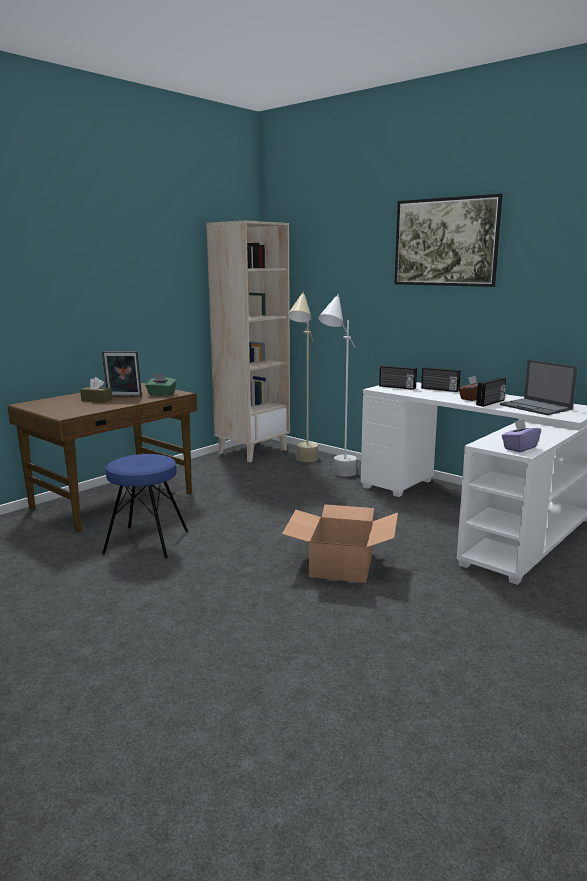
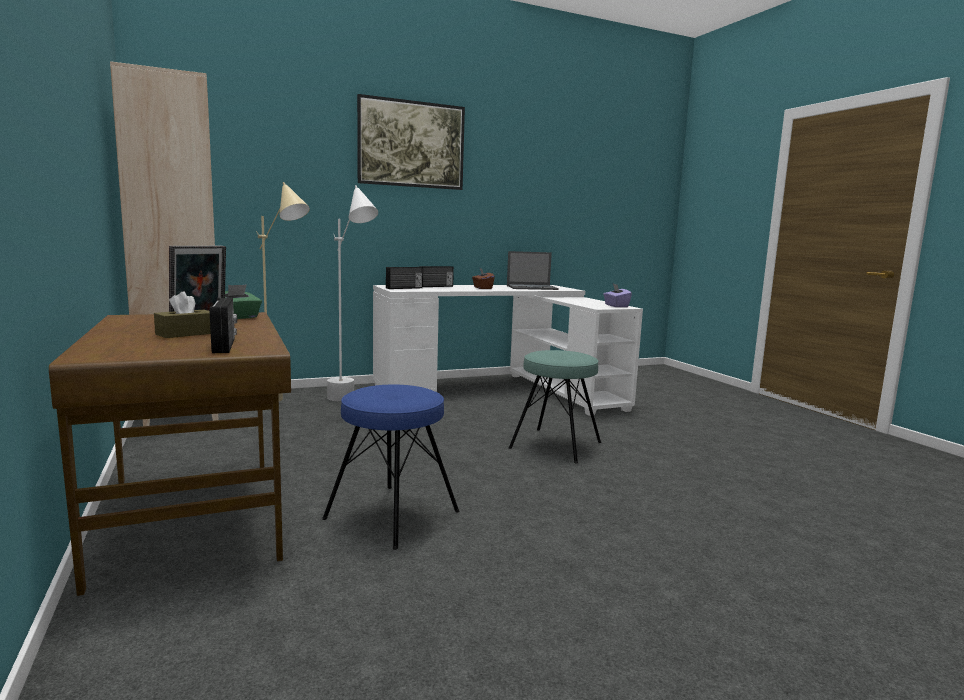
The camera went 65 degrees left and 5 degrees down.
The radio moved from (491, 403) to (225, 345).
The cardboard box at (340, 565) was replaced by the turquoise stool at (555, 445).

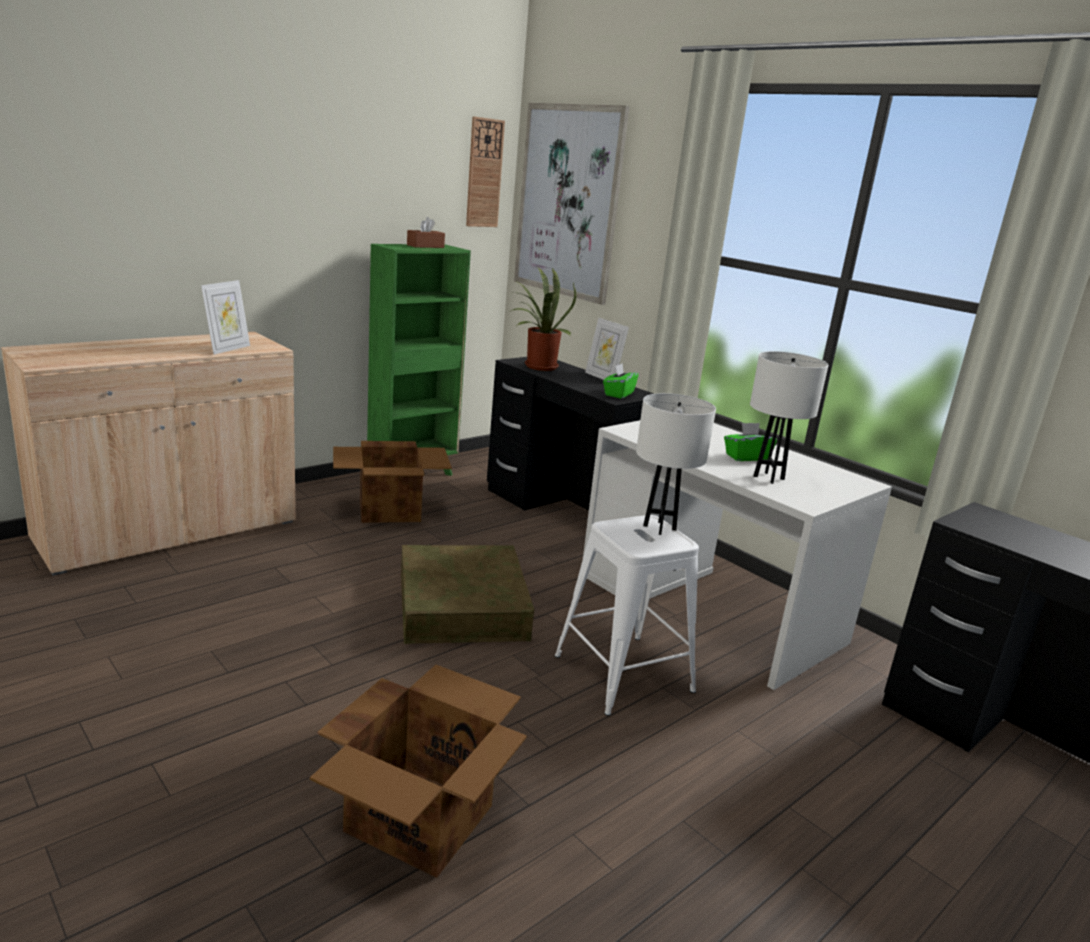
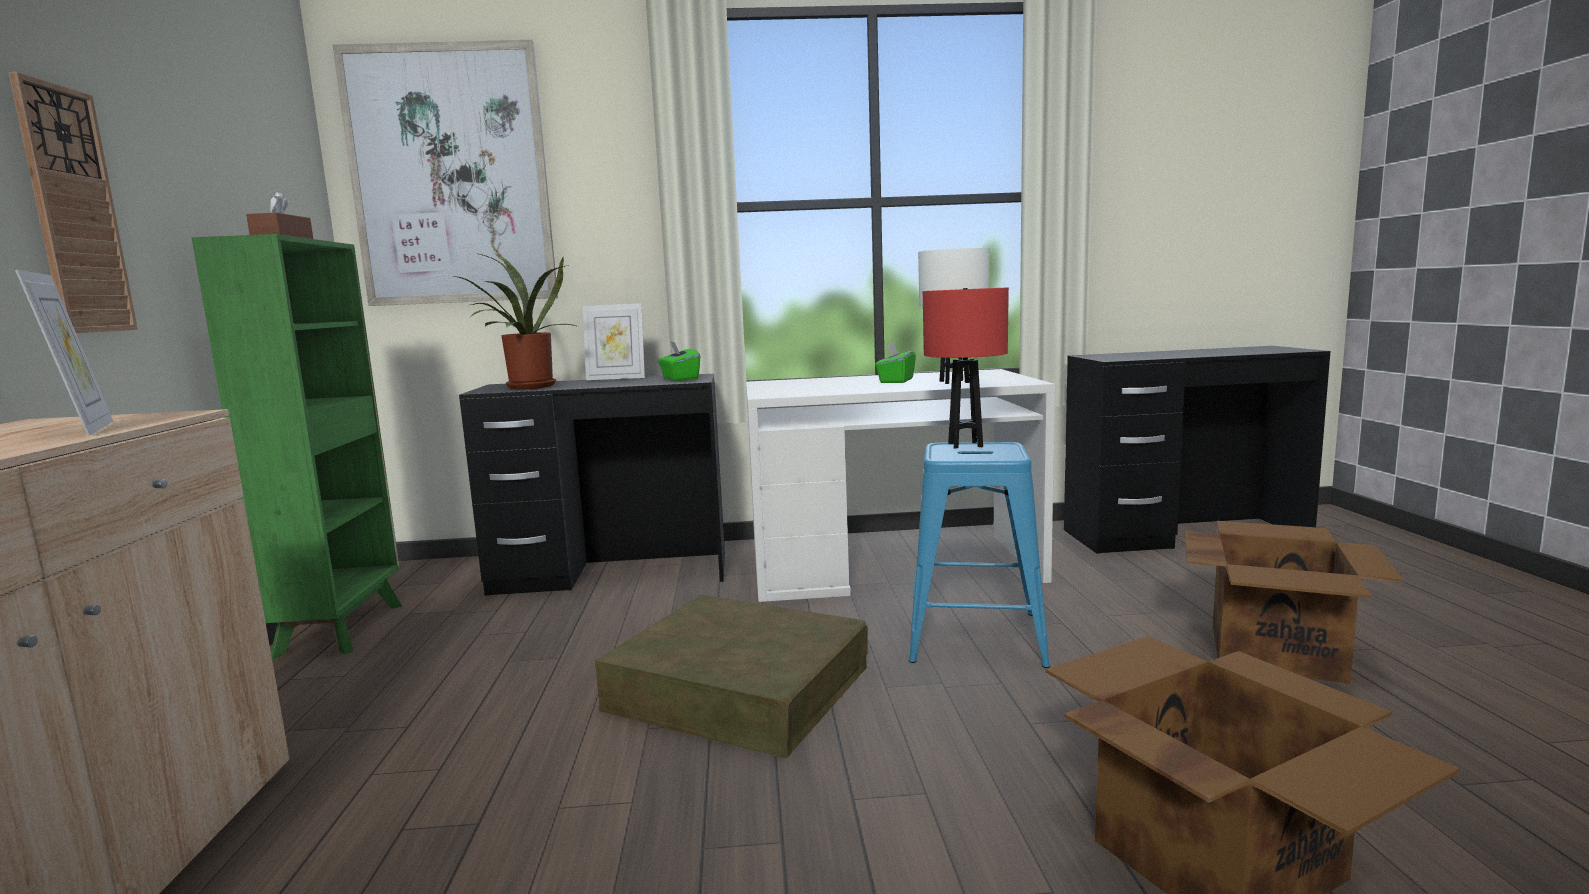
The camera went 50 degrees left and 10 degrees down.
The wall clock moved from (484, 173) to (74, 211).
The white stool at (624, 674) became the blue stool at (976, 636).
The white table lamp at (659, 528) became the red table lamp at (965, 445).
The cardboard box moved from (390, 510) to (1276, 651).

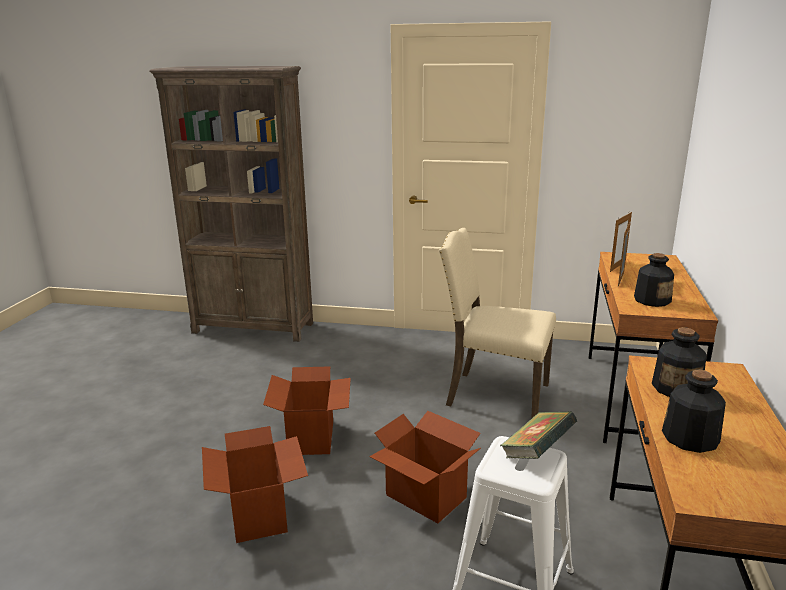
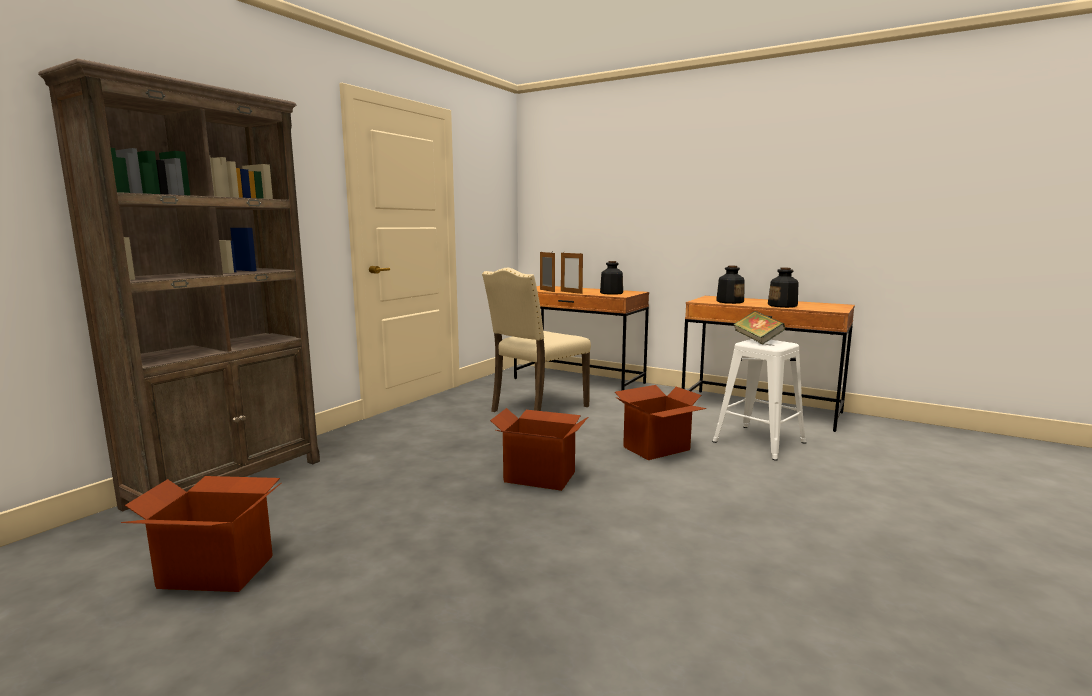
The camera went 70 degrees left and 10 degrees down.
The cardboard box moved from (259, 514) to (217, 571).

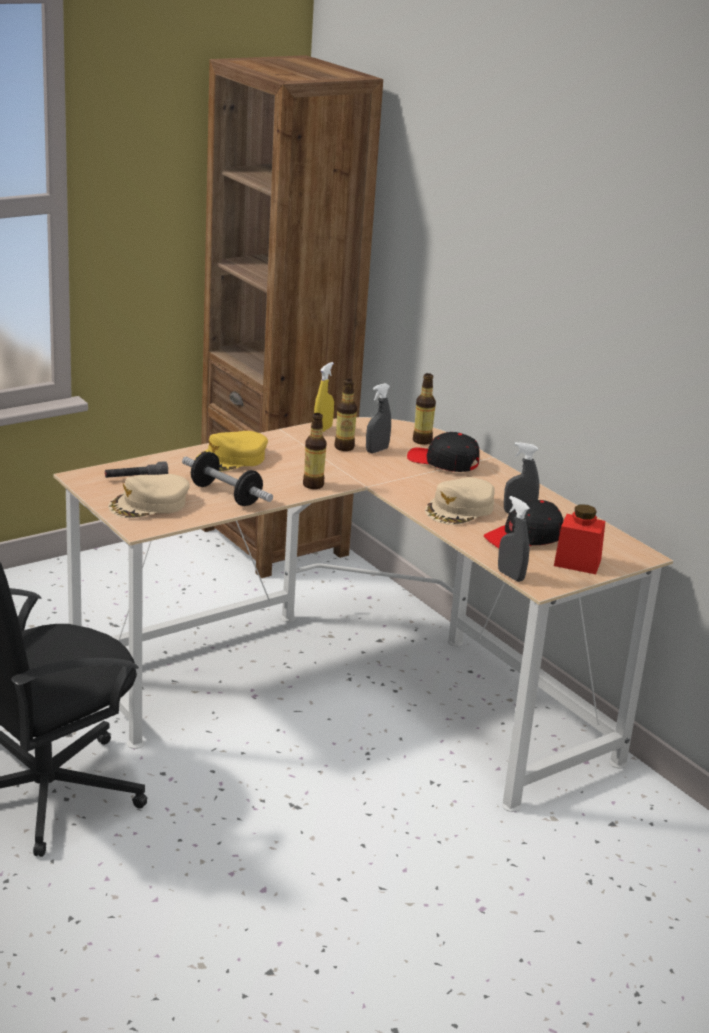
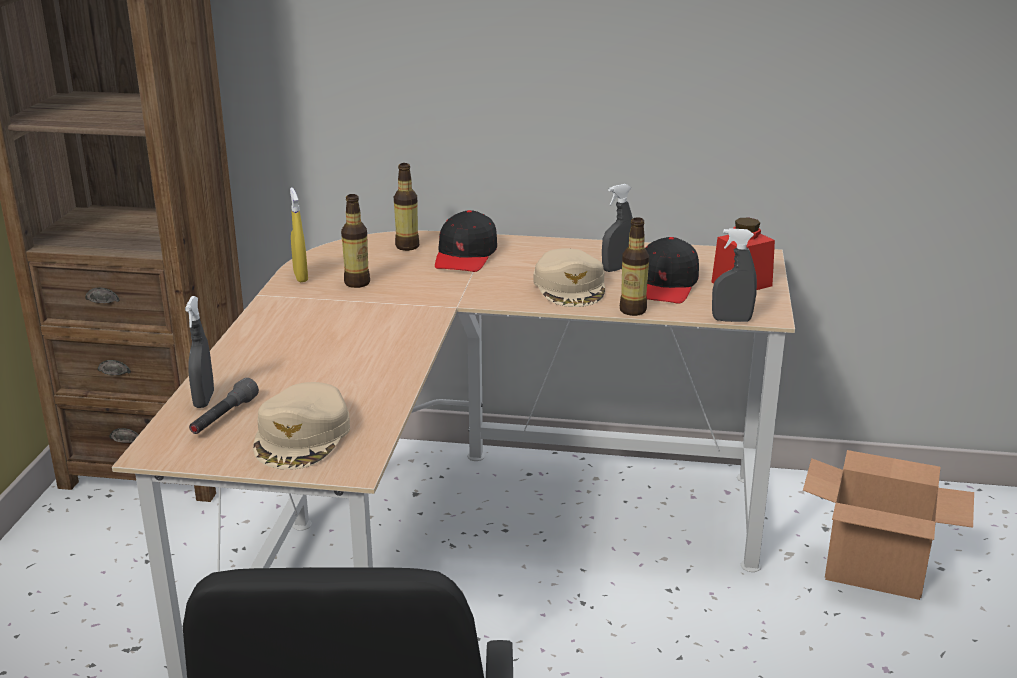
The camera went 45 degrees left and 0 degrees up.
The grey spray bottle moved from (377, 450) to (204, 400).
The black cap at (443, 462) turned 60 degrees counterclockwise.
The bottle moved from (313, 485) to (633, 310).
The cardboard box at (876, 570) appeared.
The dumbbell at (226, 495) disappeared.
The yellow cap at (232, 459) disappeared.

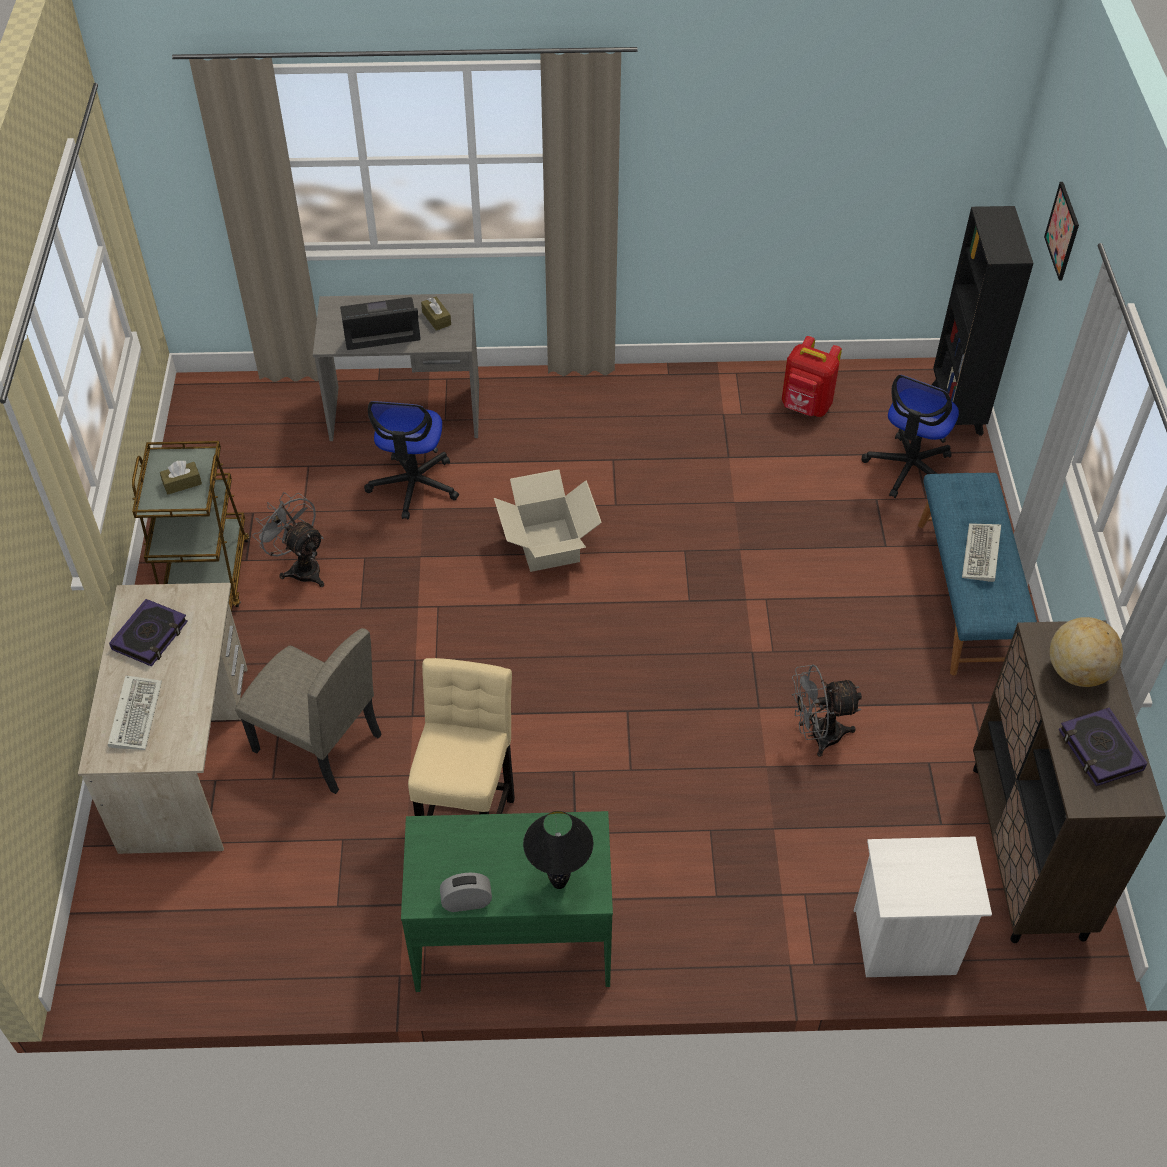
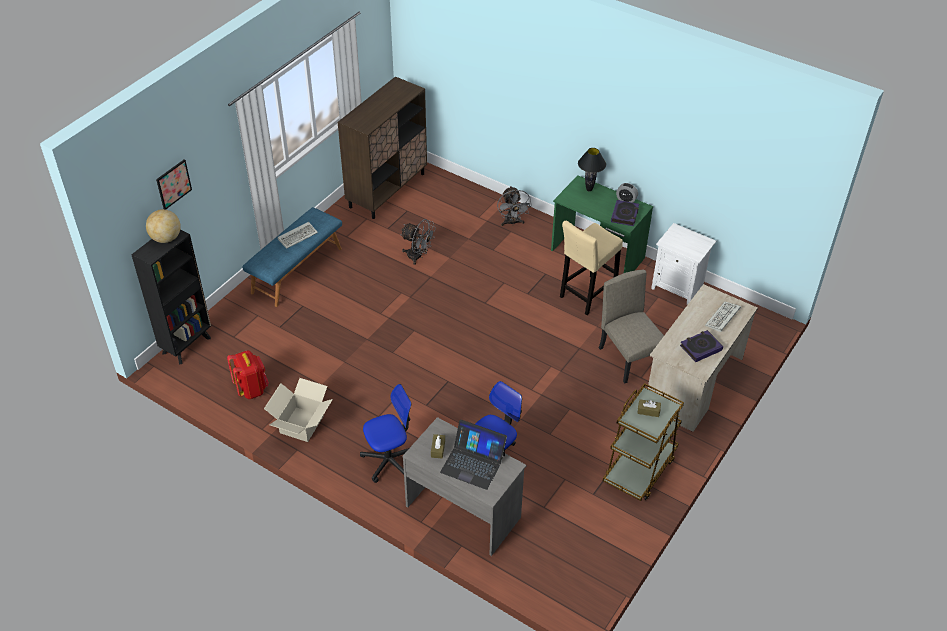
The camera went 145 degrees left and 5 degrees down.
The globe moved from (1077, 672) to (166, 238).
The cardboard box moved from (548, 545) to (301, 424).
The office chair moved from (909, 468) to (390, 461).
The grey fan moved from (300, 567) to (512, 223).
The book moved from (1100, 750) to (625, 215).
The white nightstand moved from (905, 944) to (678, 287).

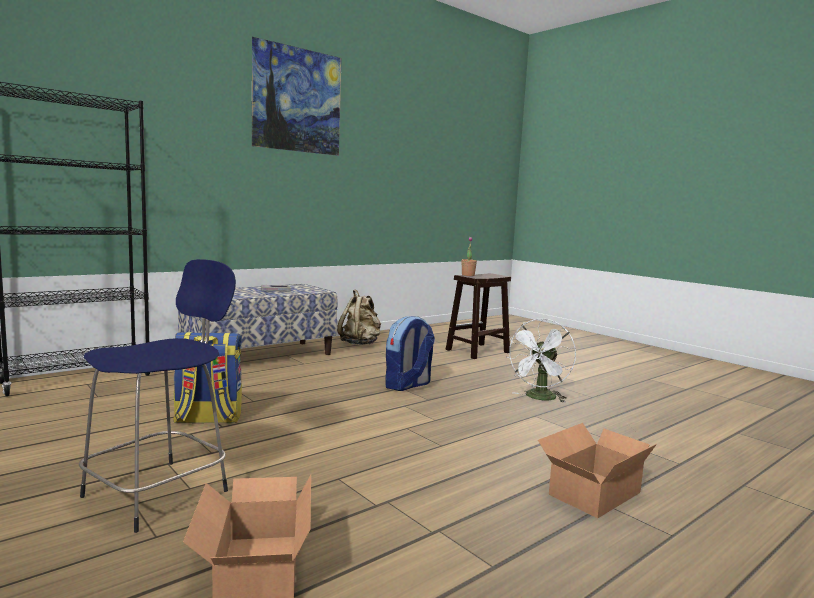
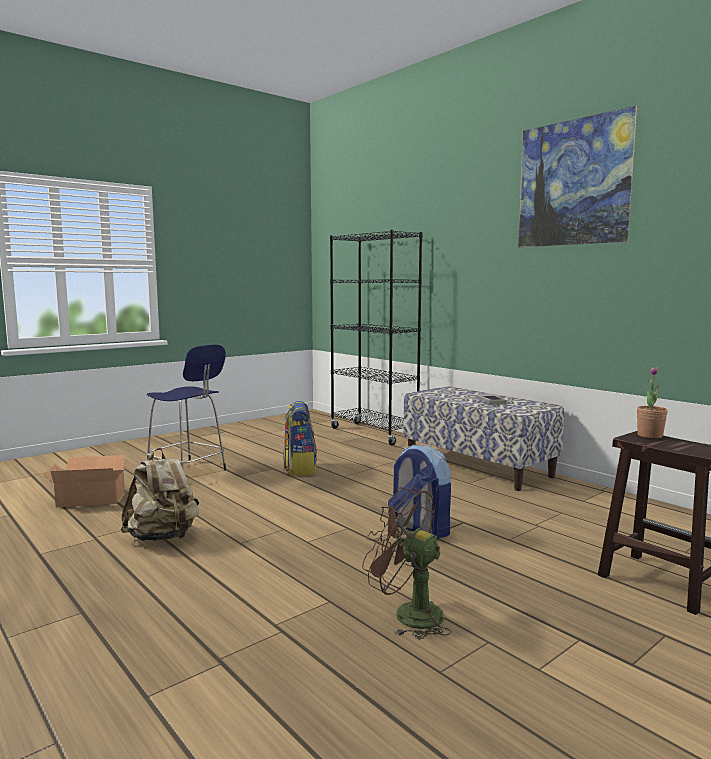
The camera went 90 degrees right and 0 degrees up.
The beige backpack moved from (360, 344) to (163, 537).
The white fan at (539, 398) became the brown fan at (408, 614).
The cardboard box at (590, 493) disappeared.

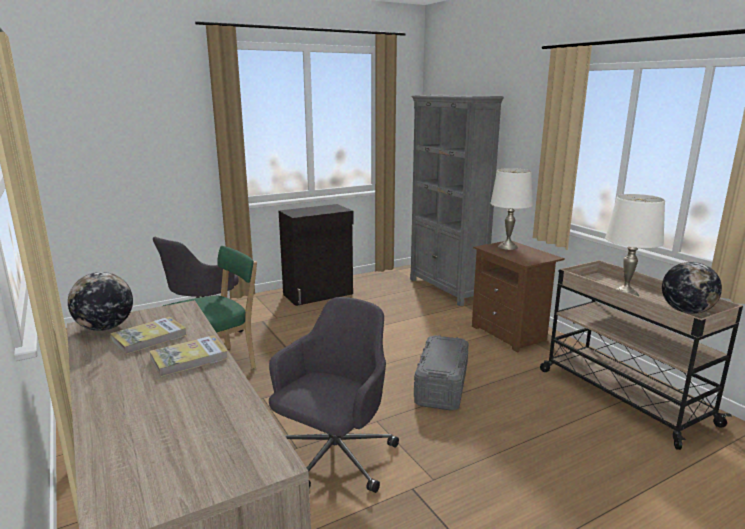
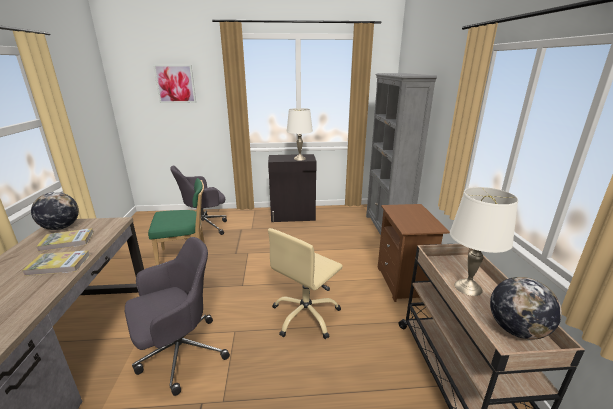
The camera went 25 degrees right and 5 degrees up.
The picture at (175, 84) appeared.
The grey storage box at (441, 386) was replaced by the beige office chair at (306, 315).
The white table lamp moved from (507, 247) to (299, 158).

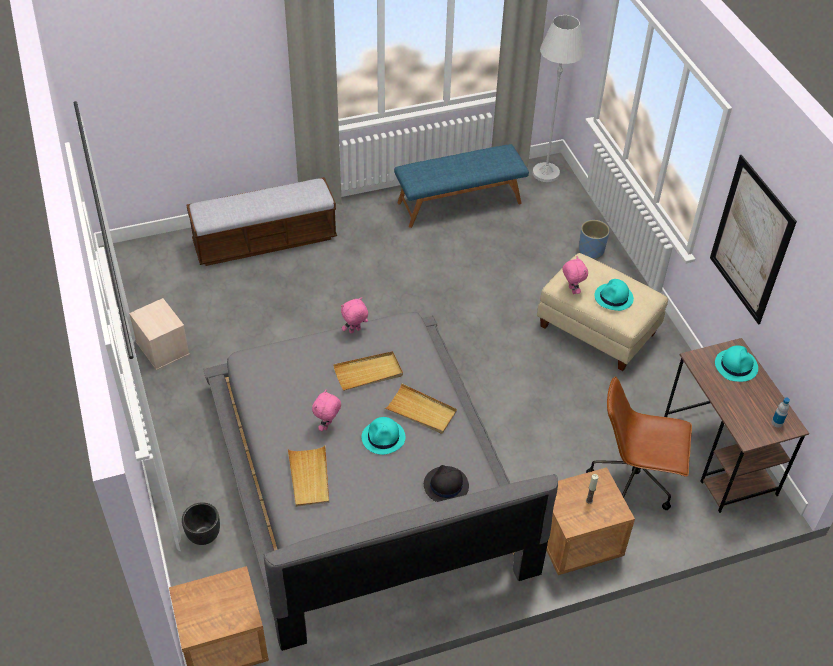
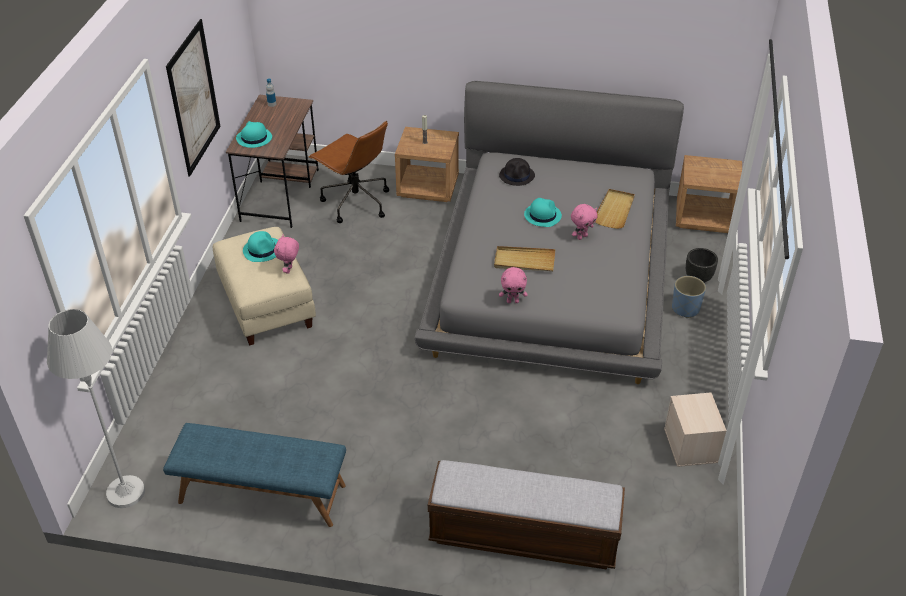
The camera went 150 degrees left and 5 degrees down.
The blue planter moved from (591, 250) to (685, 309).
The beige tray at (421, 411) disappeared.

